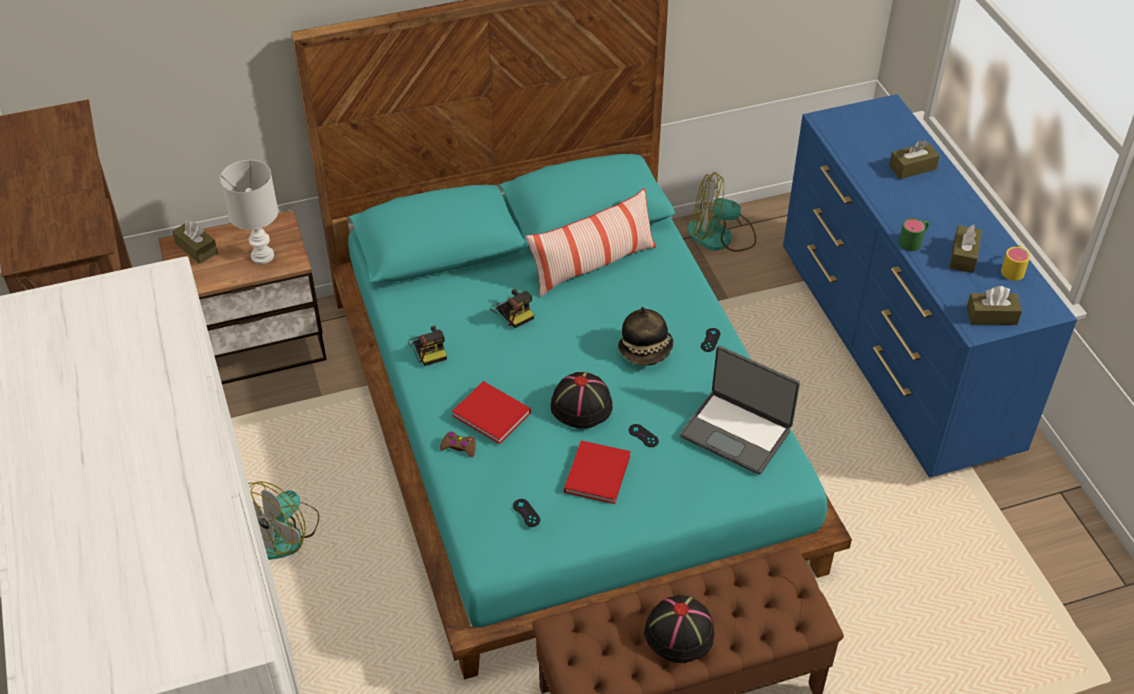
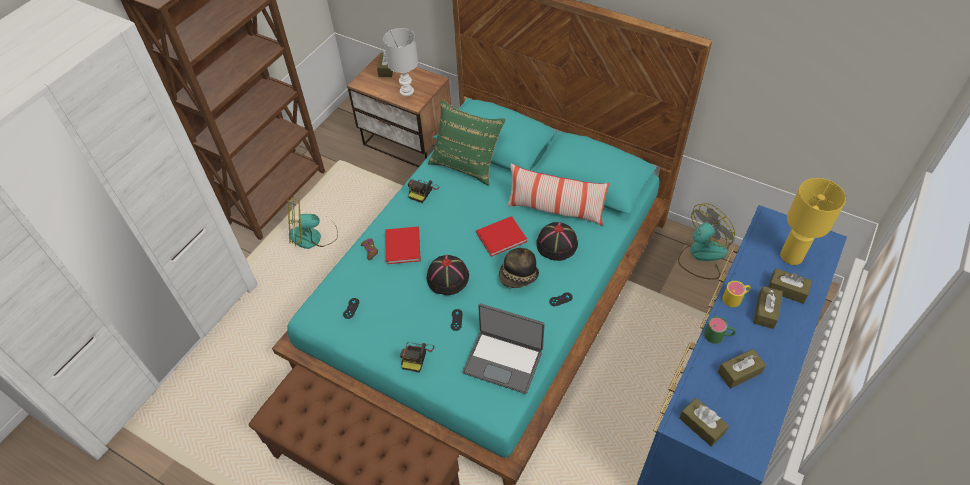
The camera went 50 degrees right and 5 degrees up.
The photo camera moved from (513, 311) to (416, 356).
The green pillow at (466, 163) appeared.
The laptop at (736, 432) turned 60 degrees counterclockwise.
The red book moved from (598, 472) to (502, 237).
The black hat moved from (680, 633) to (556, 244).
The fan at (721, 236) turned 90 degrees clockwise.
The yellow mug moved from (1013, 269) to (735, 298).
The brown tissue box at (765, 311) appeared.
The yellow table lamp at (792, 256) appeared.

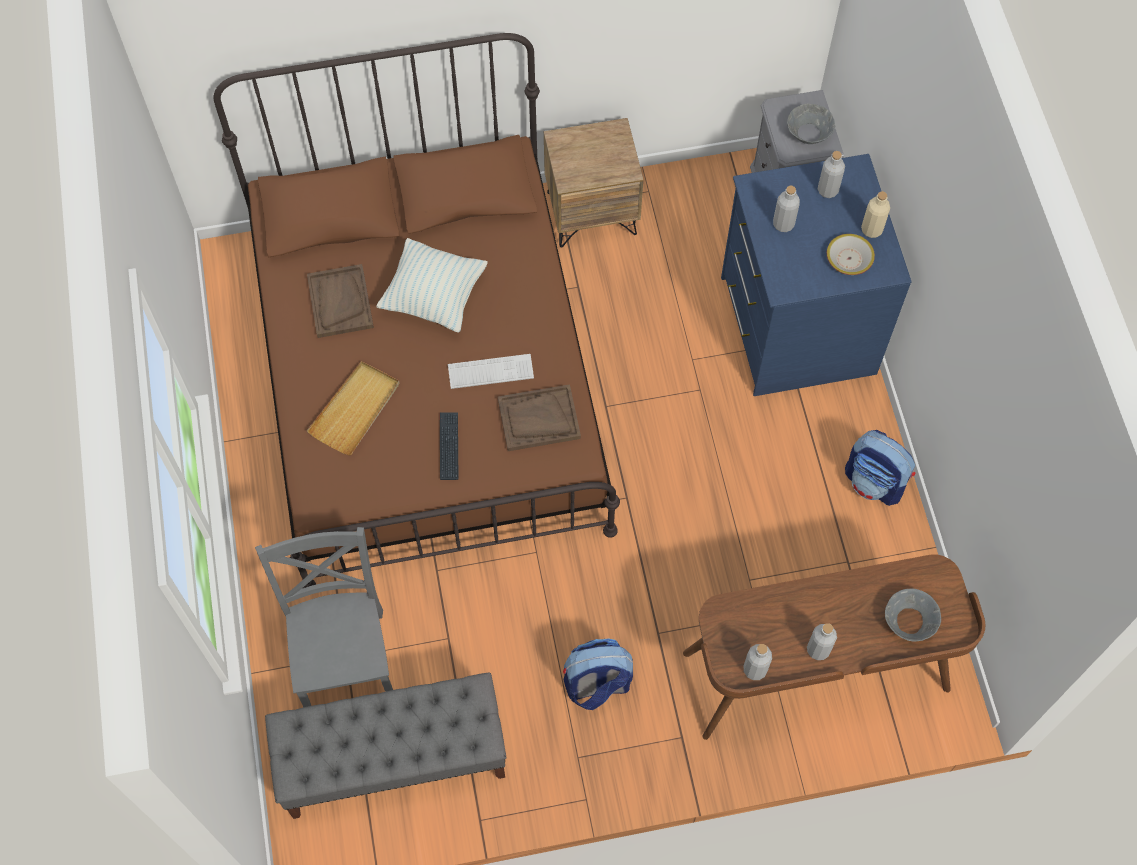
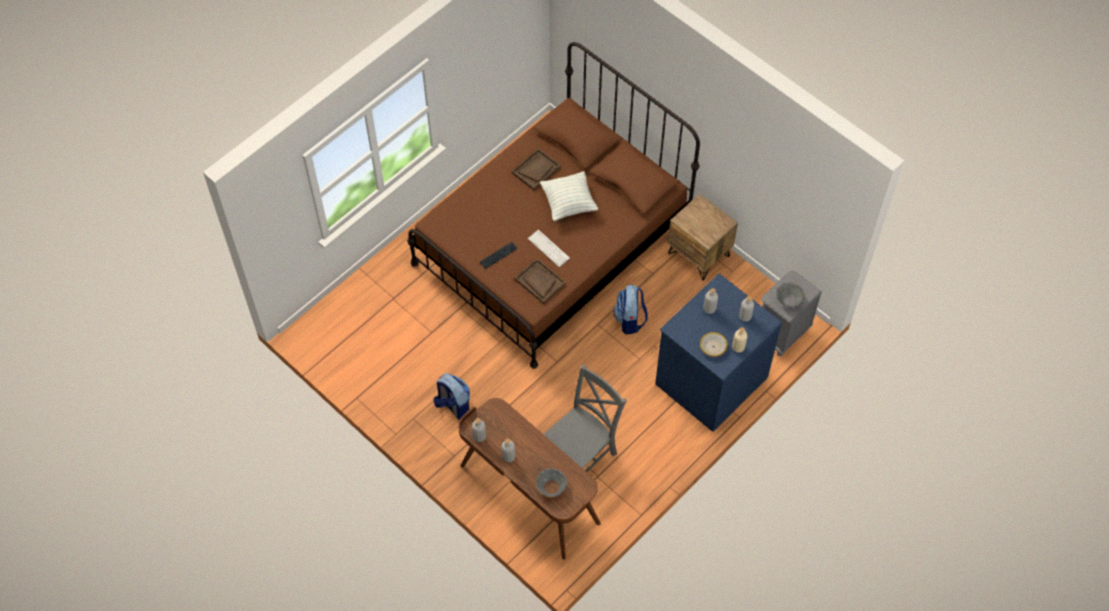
The camera went 55 degrees right and 5 degrees down.
The grey chair moved from (345, 656) to (582, 453).
The backpack moved from (875, 482) to (630, 320).
The grey bench at (393, 760) disappeared.
The beige tray at (356, 409) disappeared.

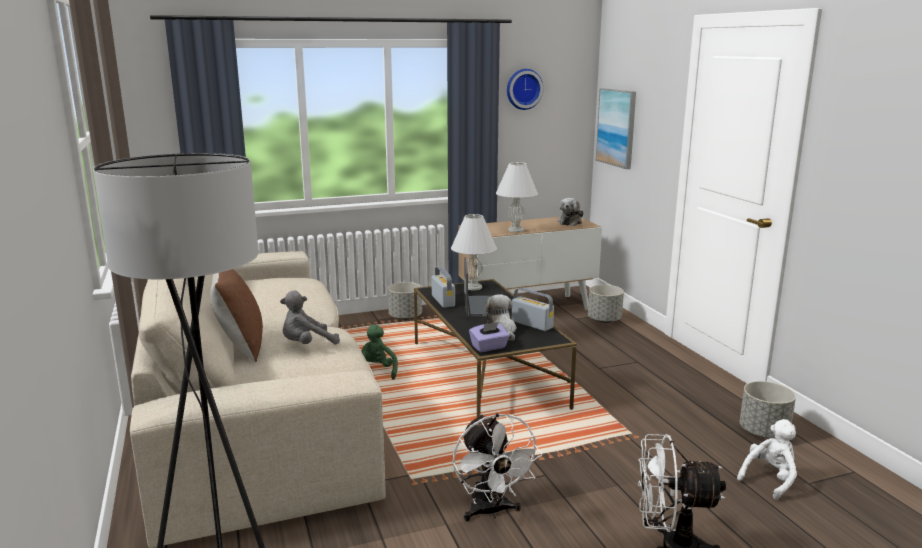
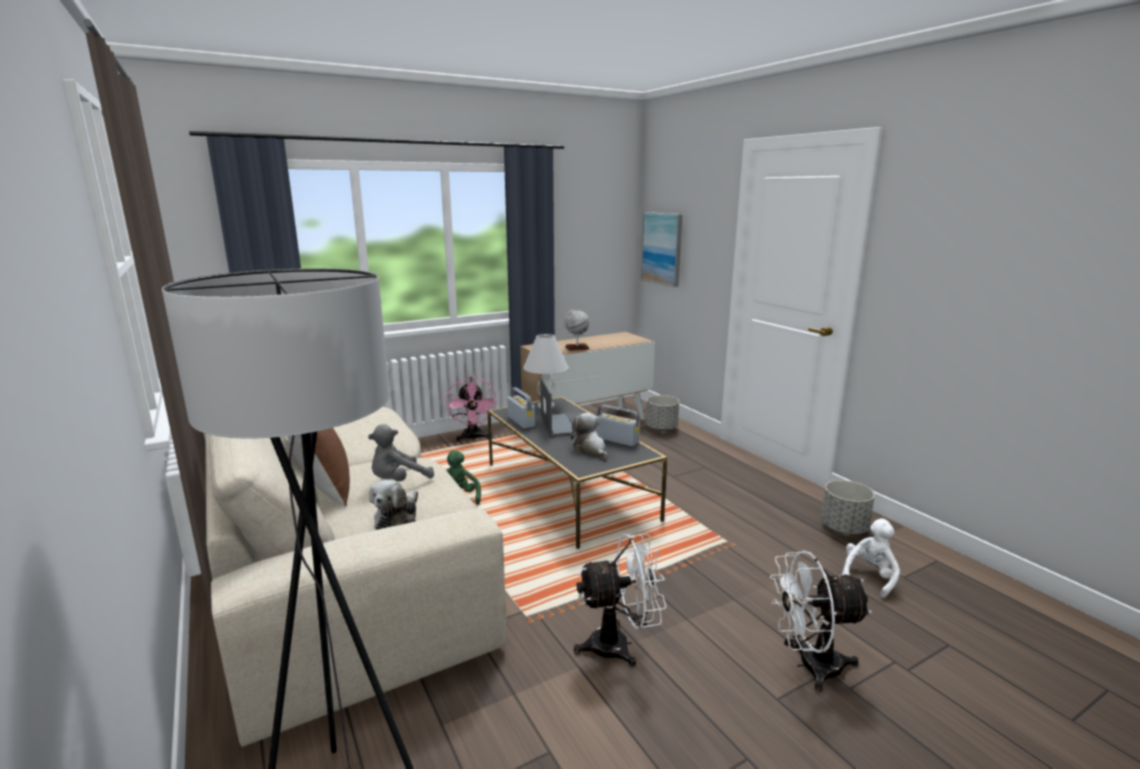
The camera went 10 degrees left and 0 degrees up.
The plush toy moved from (570, 222) to (397, 518).
The grey planter at (405, 317) was replaced by the pink fan at (473, 438).
The white table lamp at (515, 230) was replaced by the globe at (577, 348).
The white fan at (491, 511) turned 75 degrees counterclockwise.
The purple tissue box at (489, 347) disappeared.
The wall clock at (523, 89) disappeared.

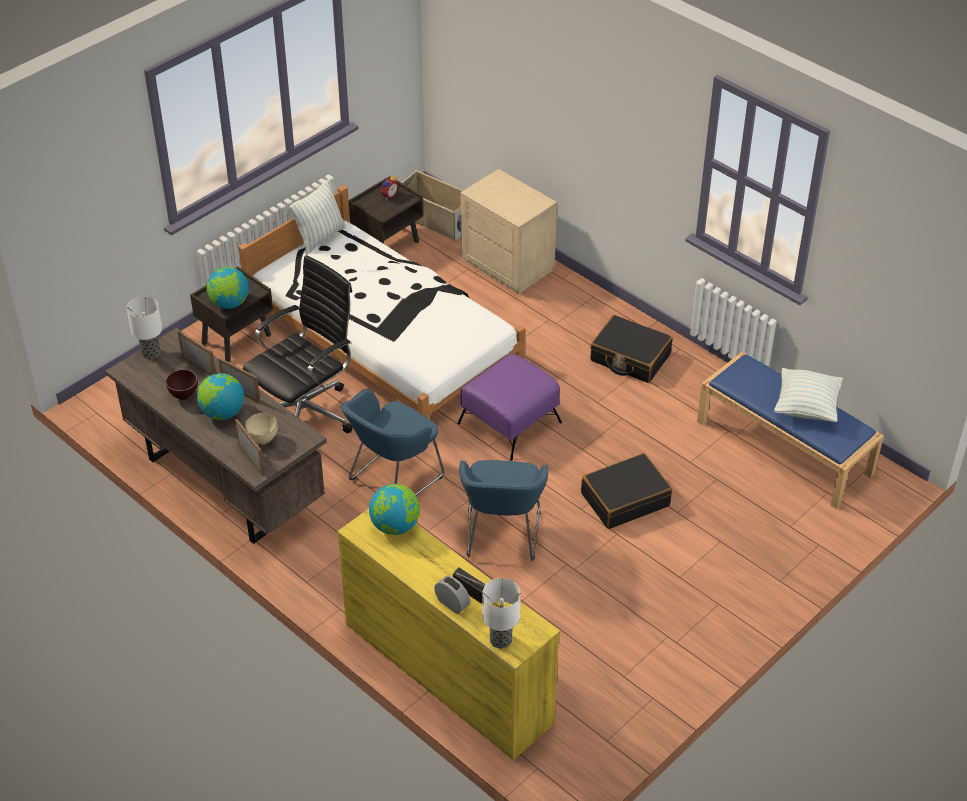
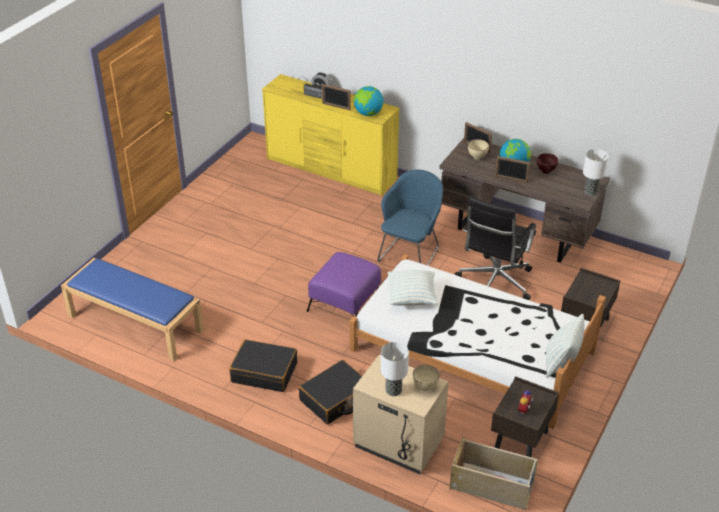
The camera went 165 degrees right and 5 degrees down.
The black suitcase moved from (625, 499) to (335, 399).
The picture frame moved from (199, 366) to (336, 106).
The table lamp moved from (501, 639) to (393, 390).
The pillow moved from (806, 407) to (411, 298).
The beige bowl at (426, 387) appeared.
The globe at (229, 303) disappeared.
The blue armchair at (502, 537) disappeared.

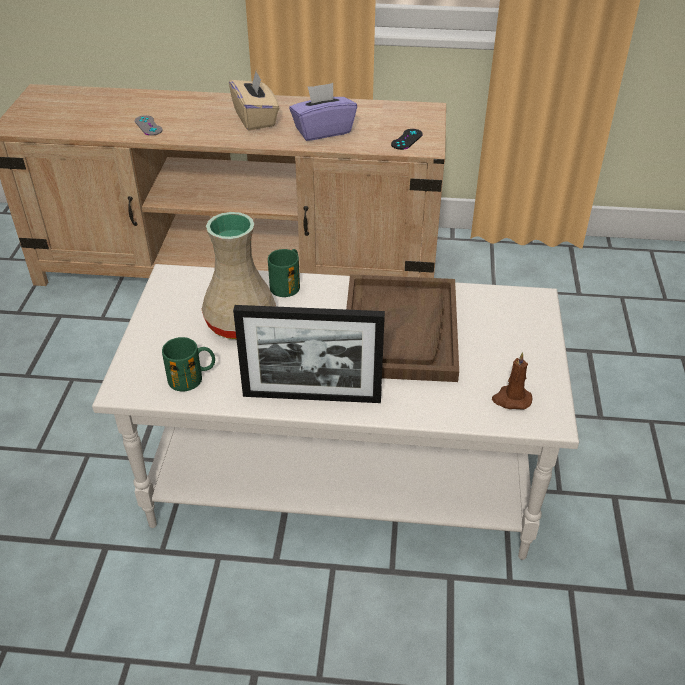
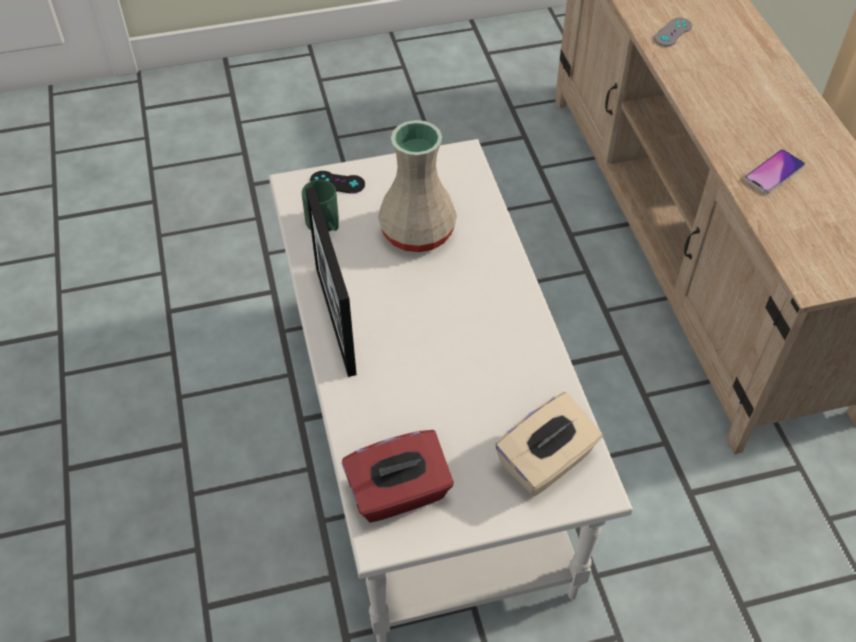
The camera went 70 degrees right and 10 degrees up.
The black game controller moved from (406, 139) to (337, 182).
The brown candle at (511, 399) was replaced by the red tissue box at (399, 493).
The beige tissue box moved from (255, 118) to (546, 462).
The purple tissue box at (323, 131) was replaced by the phone at (774, 172).
The green mug at (287, 284) disappeared.
The brown tray at (400, 330) disappeared.

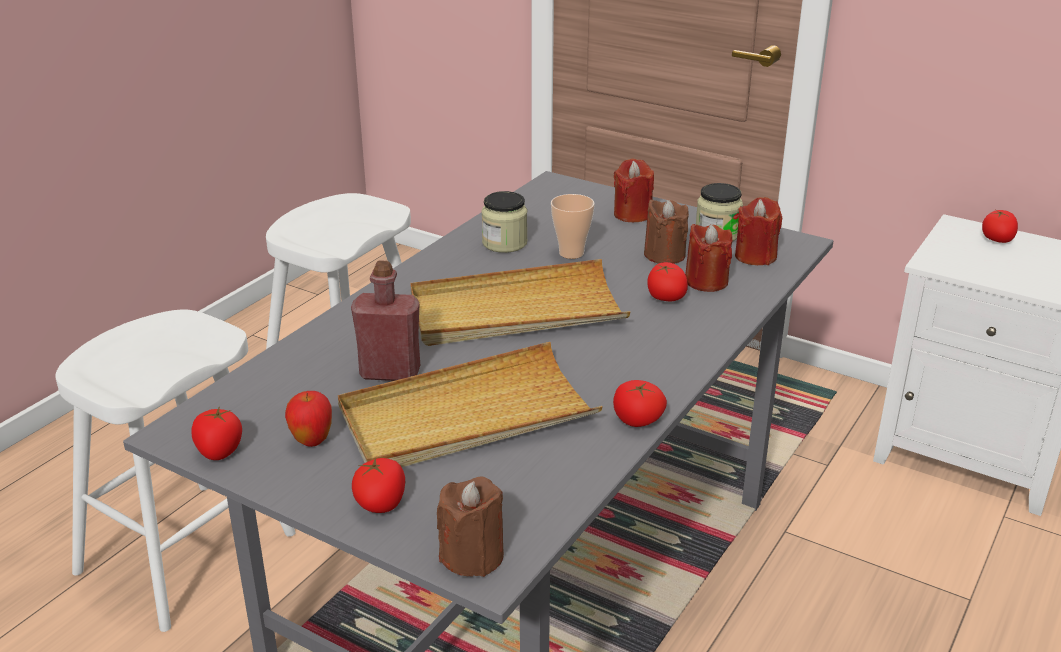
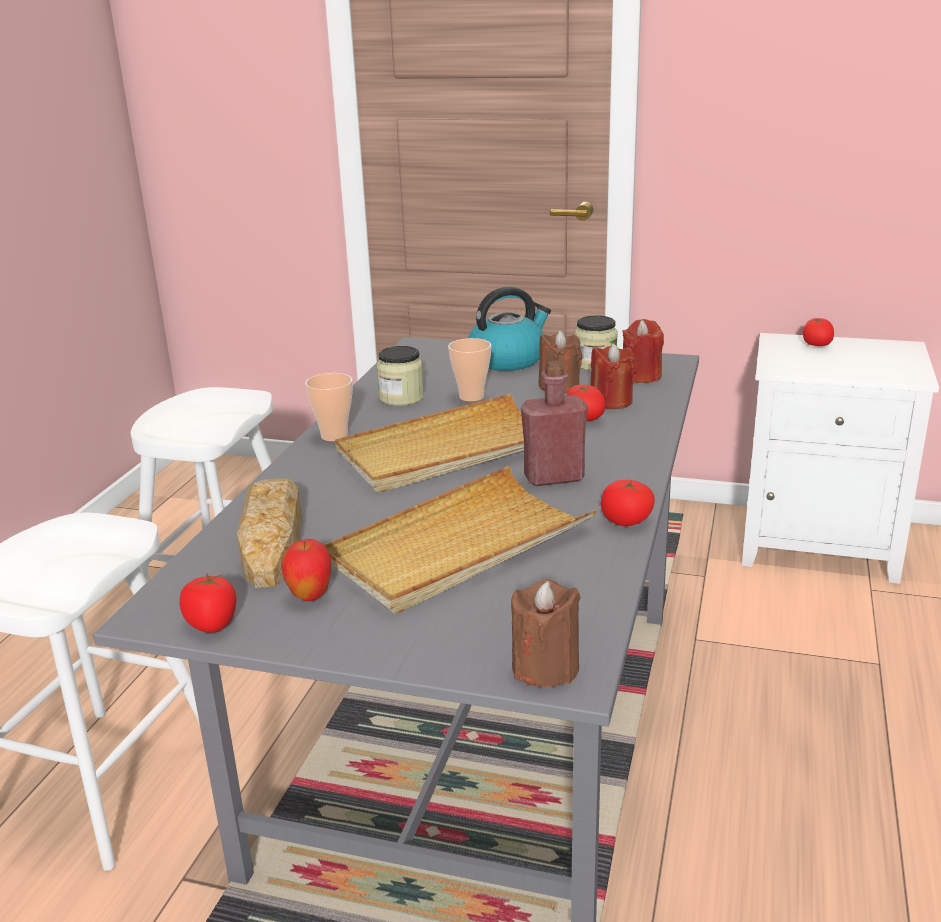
The camera went 15 degrees left and 5 degrees down.
The bread at (272, 541) appeared.
The cup at (334, 436) appeared.
The red candle at (632, 214) was replaced by the kettle at (508, 359).
The red bottle moved from (390, 372) to (554, 477).
The tomato at (381, 504) disappeared.

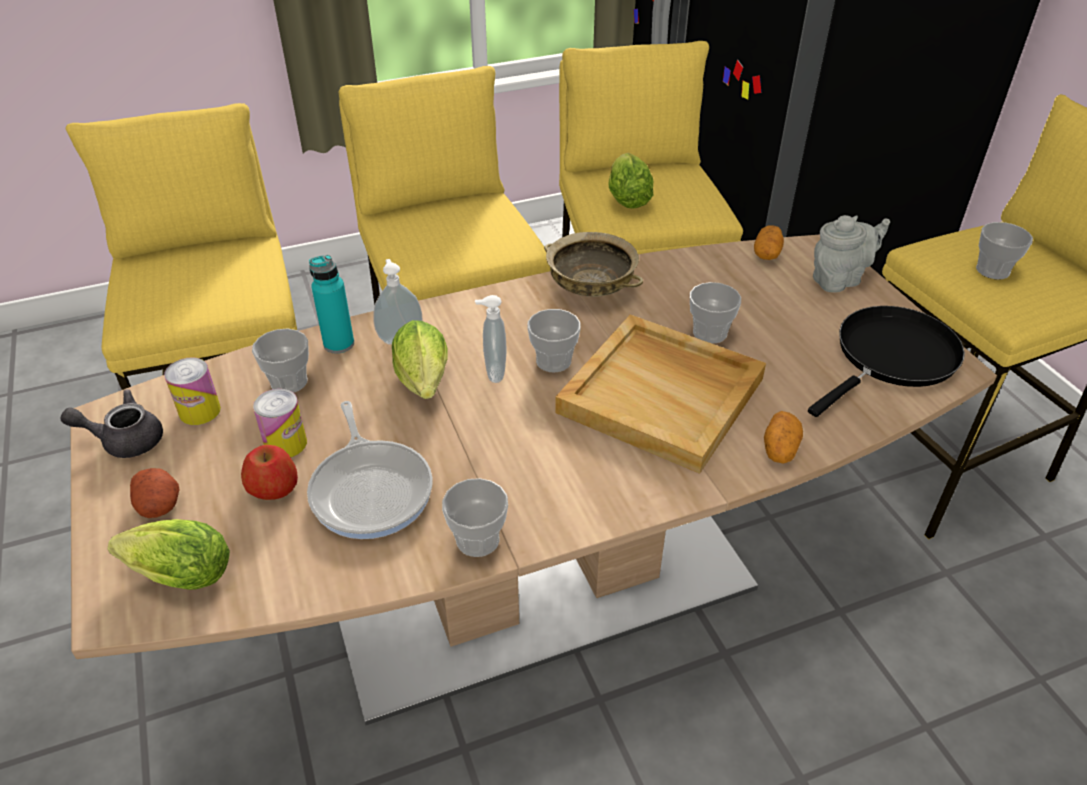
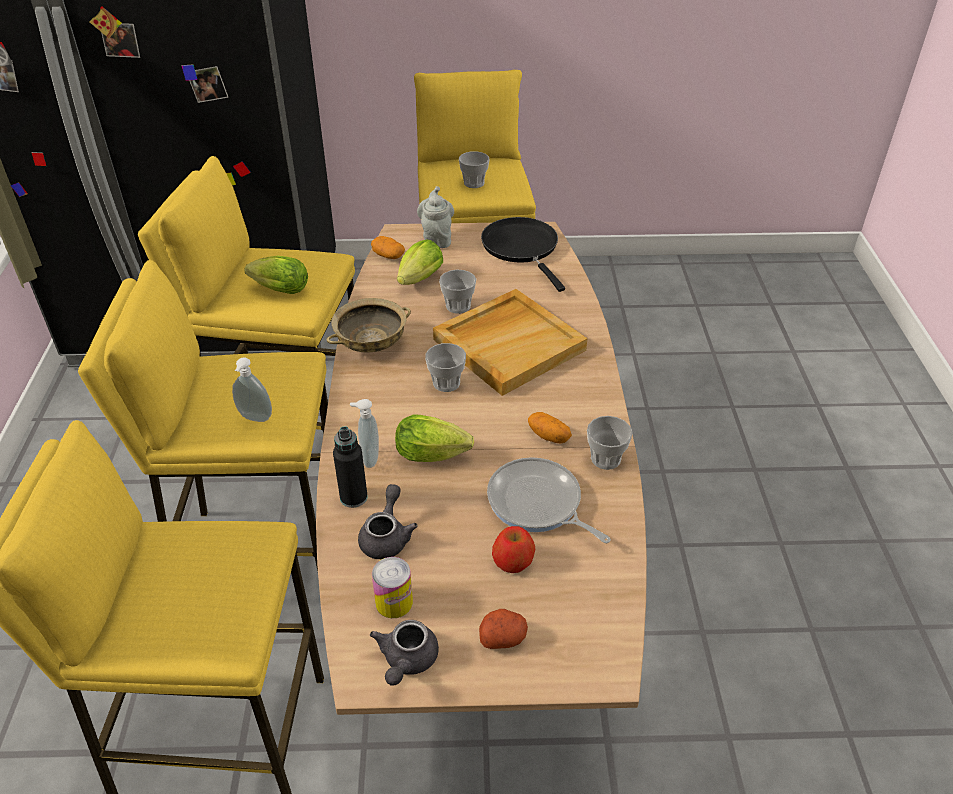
The camera went 70 degrees left and 0 degrees up.
The soap dispenser moved from (493, 373) to (254, 419).
The turquoise bottle at (339, 344) became the black bottle at (353, 497).
The cup at (289, 382) was replaced by the grey teapot at (387, 536).
The lettuce moved from (175, 575) to (418, 281).
The frying pan at (371, 489) turned 135 degrees counterclockwise.
The potato moved from (780, 448) to (549, 436).
The can at (286, 443) disappeared.

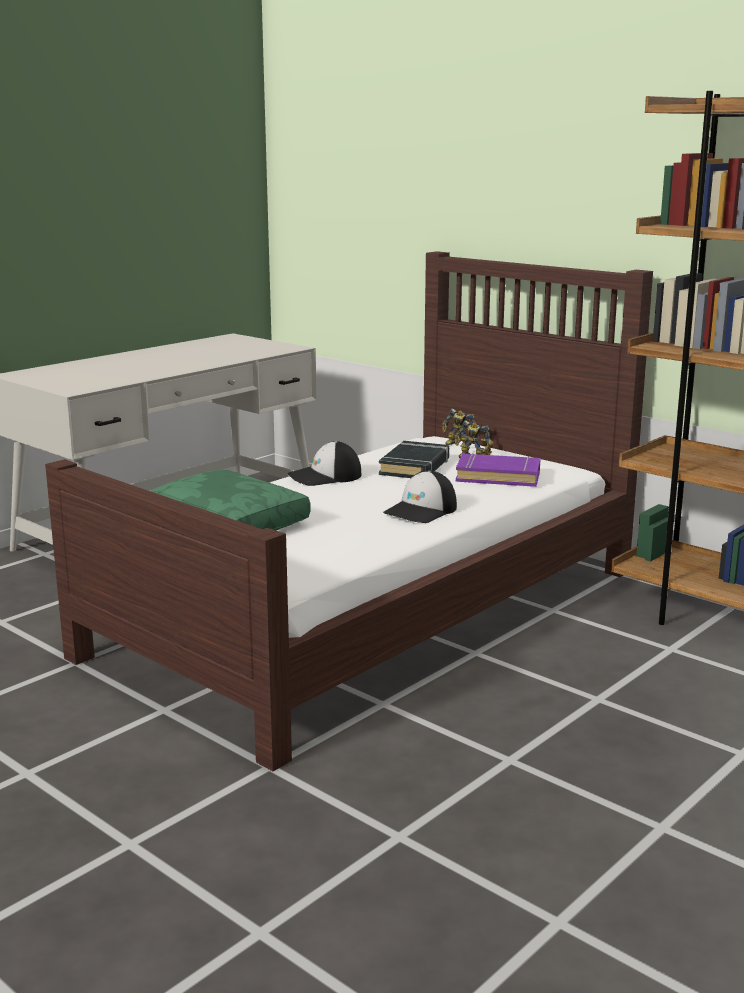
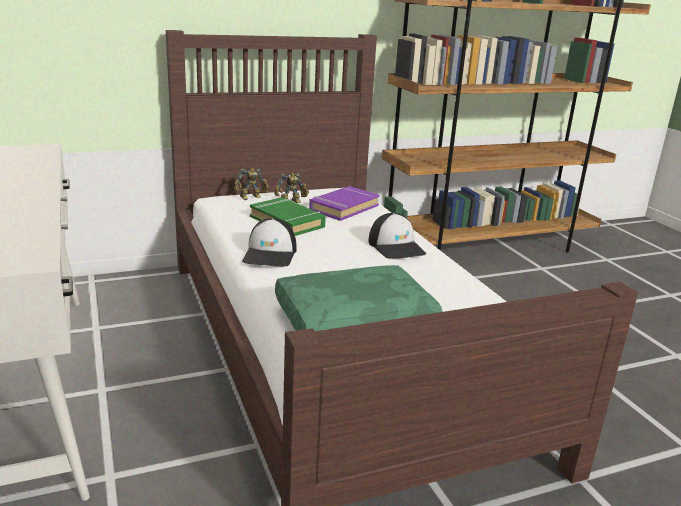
The camera went 65 degrees left and 5 degrees up.
The black book at (415, 467) became the green book at (287, 222).

